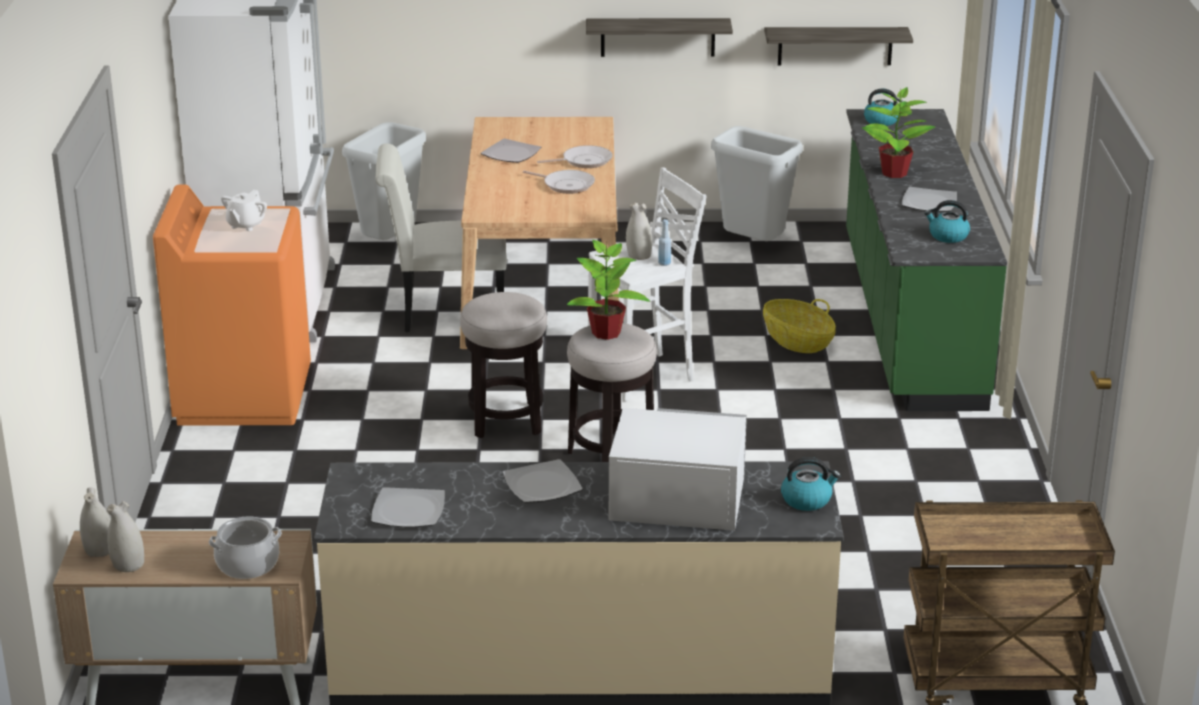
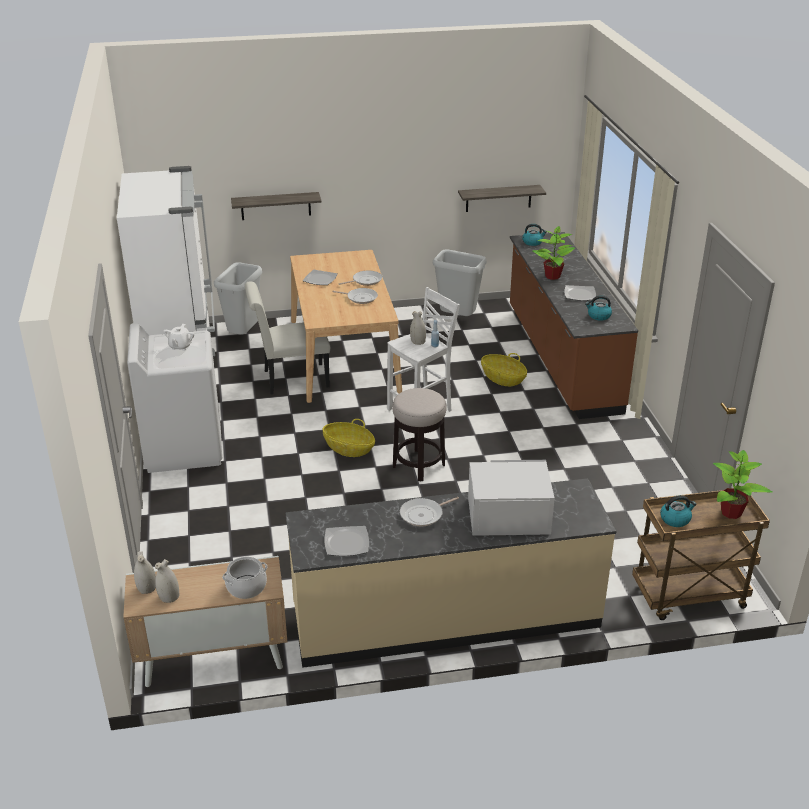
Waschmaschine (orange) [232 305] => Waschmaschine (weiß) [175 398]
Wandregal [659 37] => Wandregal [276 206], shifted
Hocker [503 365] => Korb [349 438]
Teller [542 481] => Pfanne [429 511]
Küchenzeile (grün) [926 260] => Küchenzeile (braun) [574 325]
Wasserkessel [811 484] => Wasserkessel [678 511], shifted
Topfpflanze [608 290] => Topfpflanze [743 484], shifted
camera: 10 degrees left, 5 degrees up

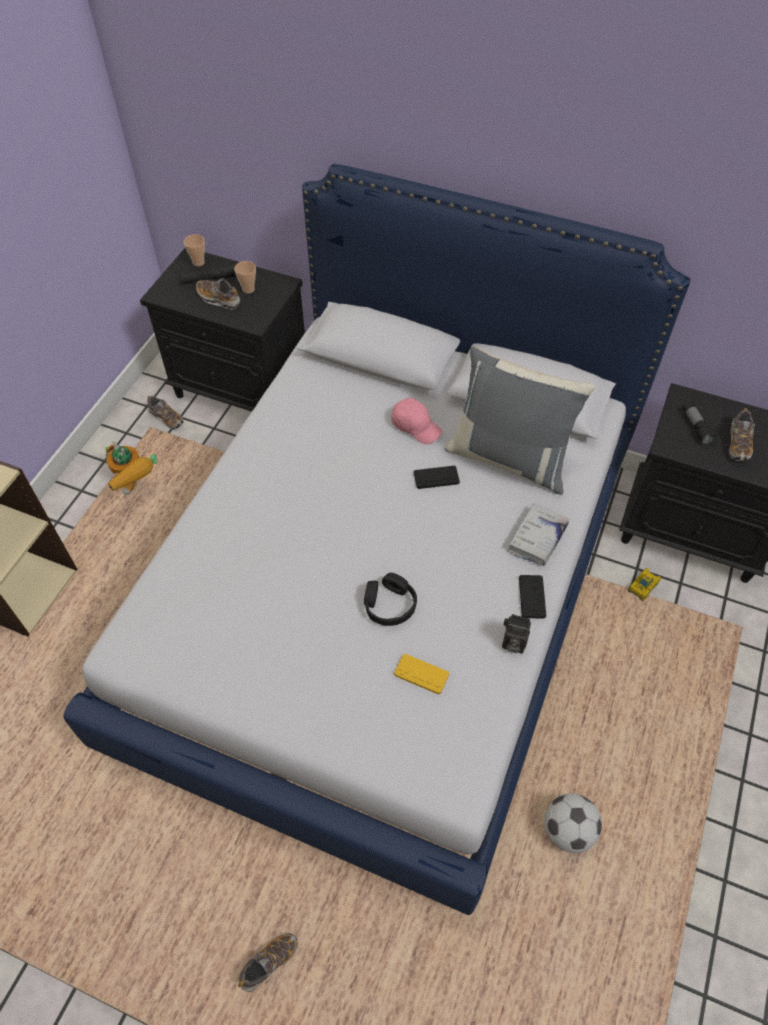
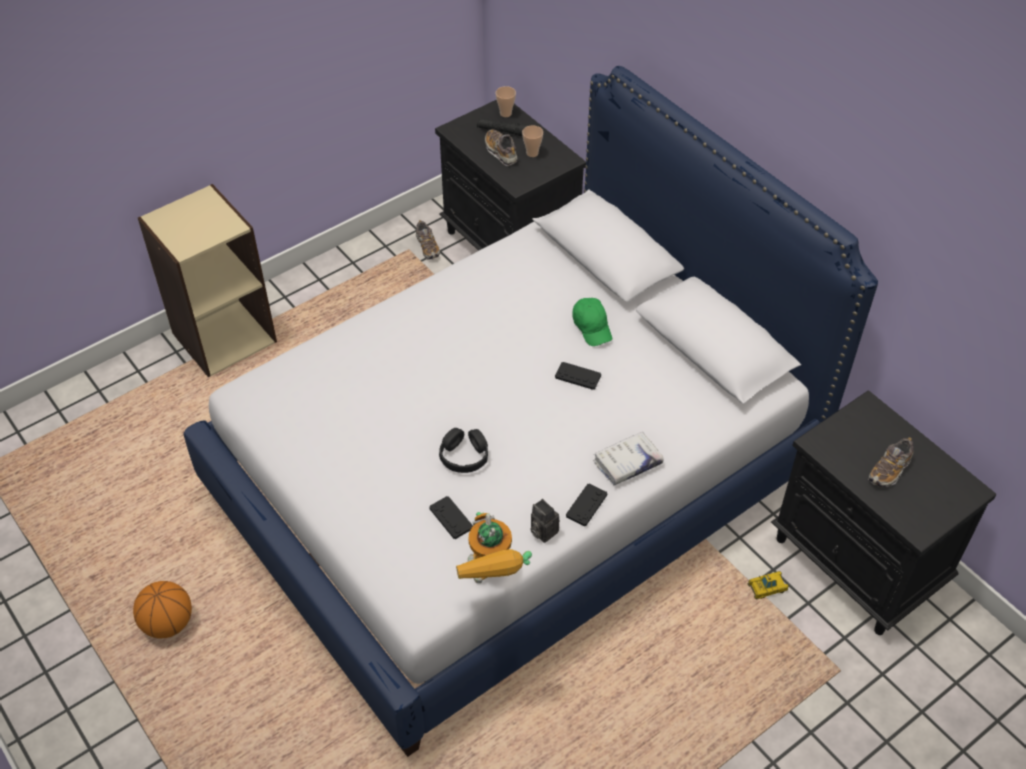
nothing => Basketball [162 609]
Gamepad (gelb) [421 674] => Gamepad (schwarz) [451 517]
Spielzeugroboter [131 468] => Spielzeugroboter [494 547], shifted
Kappe (rosa) [416 421] => Kappe (grün) [592 322]
Schuh [268 962] => nothing
Kissen (grau) [520 420] => nothing
Fußball [573 823] => nothing
Taschenlampe [699 423] => nothing
camera: 30 degrees right, 5 degrees down

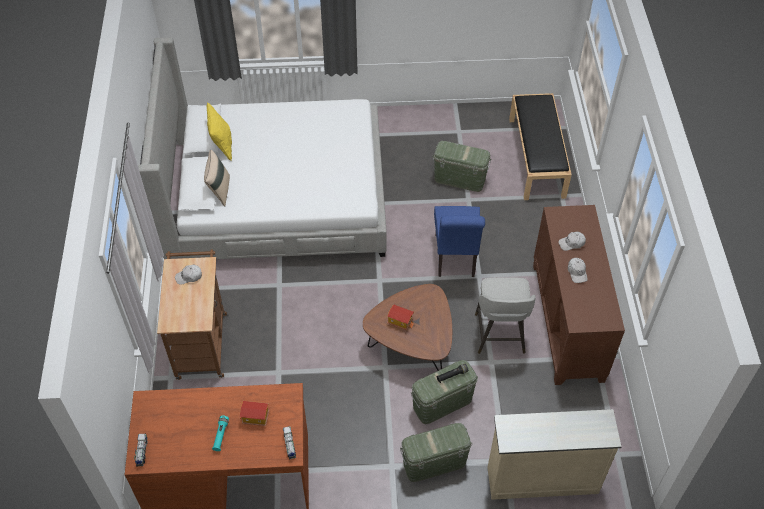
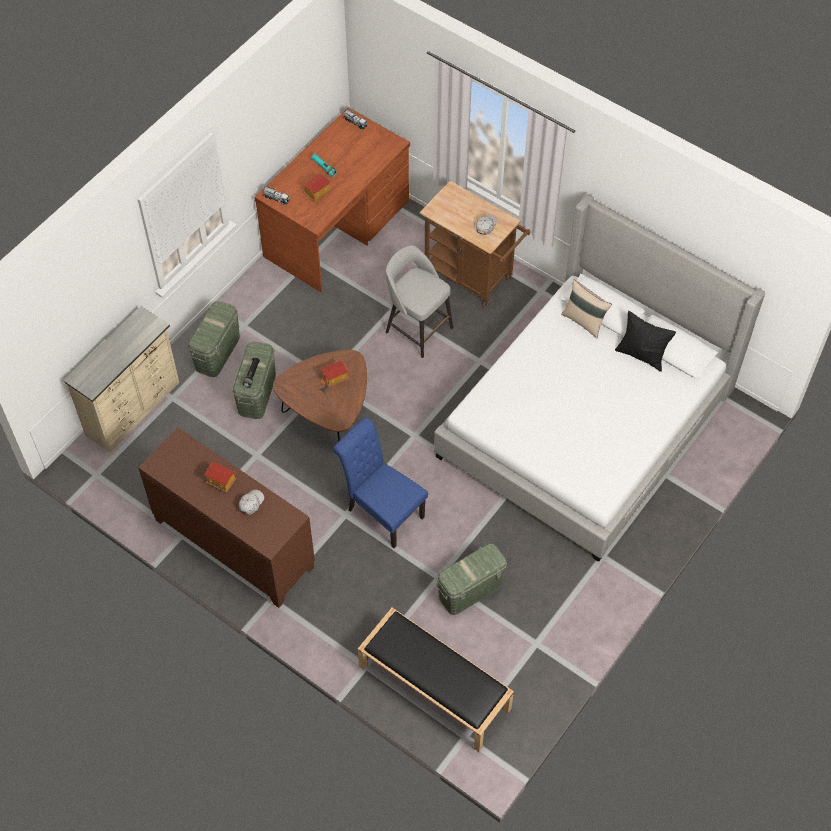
Kappe (weiß) [578 270] => Spielzeughaus [220 477]
Hocker (grau) [505 315] => Hocker (grau) [419 301], shifted
Kissen (gelb) [219 131] => Kissen (schwarz) [645 341]
camera: 130 degrees right, 5 degrees up

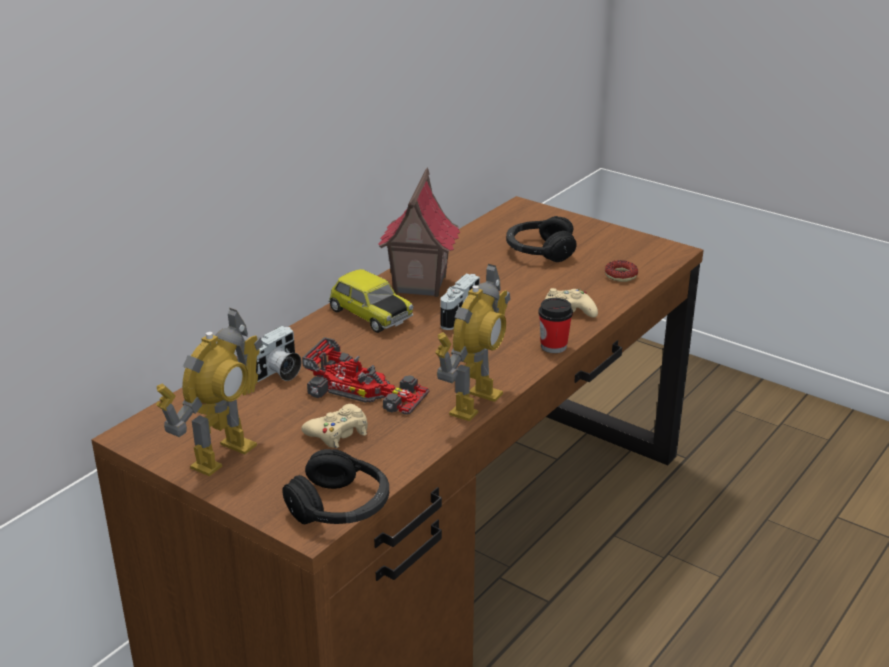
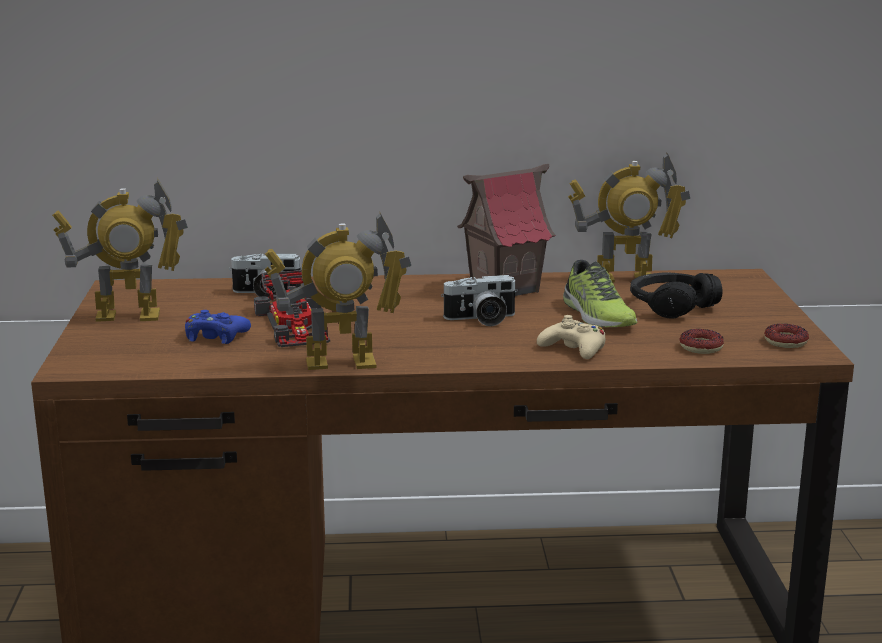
Gamepad (beige) [334 426] => Gamepad (blau) [218 327]
nothing => Schuh [600 293]
nothing => Spielzeugroboter [629 218]
nothing => Donut [786 336]
Kopfhörer (schwarz) [335 487] => nothing
Spielzeugauto [370 301] => nothing
Tasse [555 325] => nothing
camera: 50 degrees right, 10 degrees down

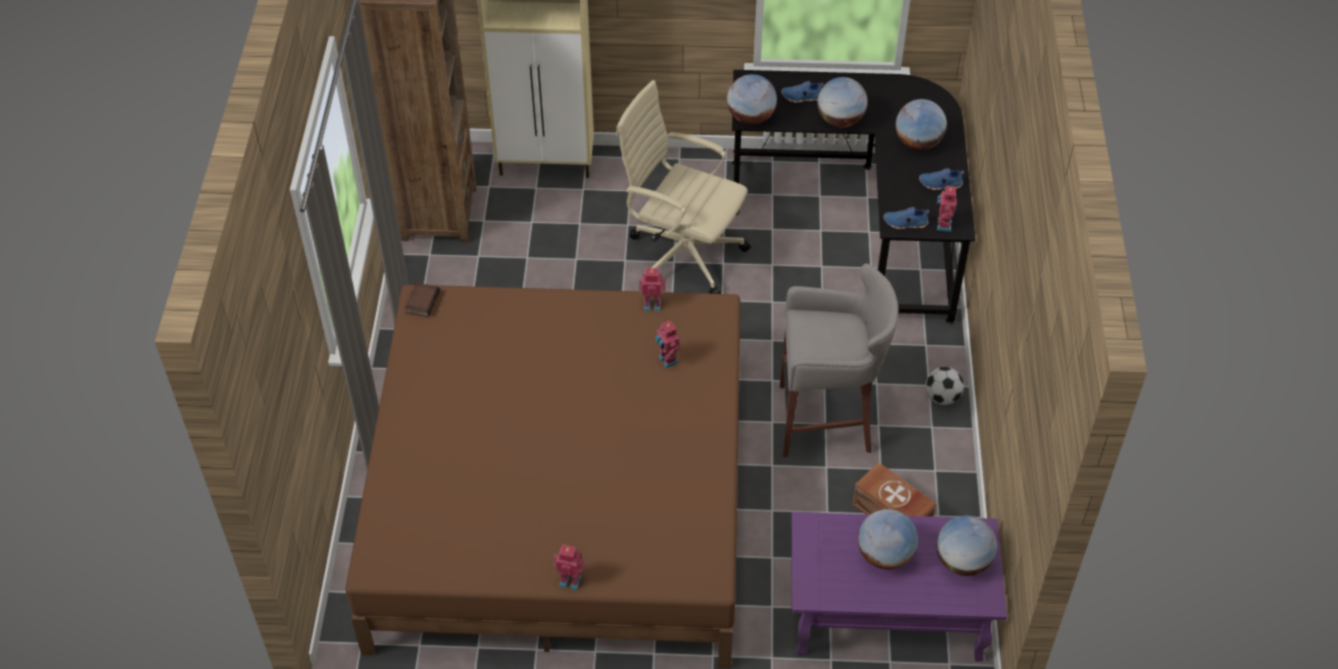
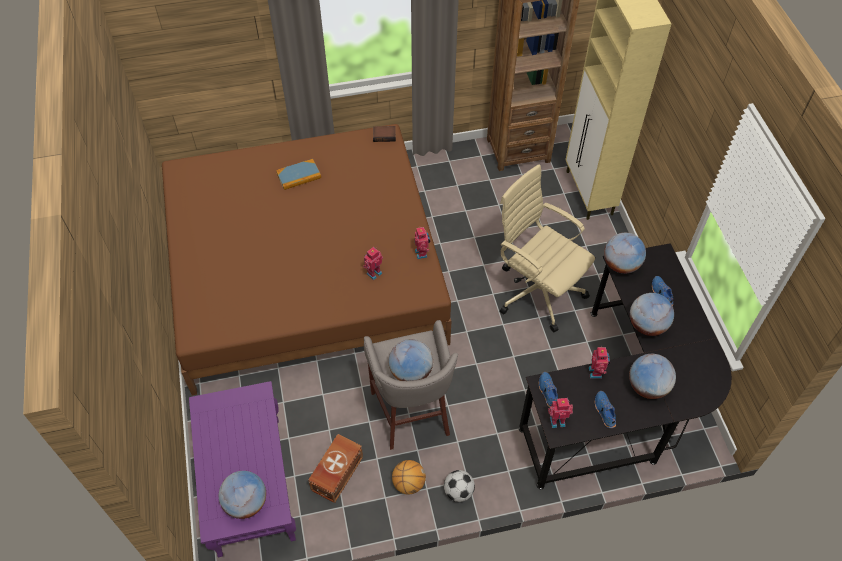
nothing => Buch [298 174]
Globus [888 539] => Globus [411 360], shifted
nothing => Basketball [409 477]
Bürostuhl (beige) [683 187] => Bürostuhl (beige) [547 248], 60 degrees counterclockwise
Spielzeugroboter [569 567] => Spielzeugroboter [599 362], shifted
camera: 75 degrees right, 5 degrees up

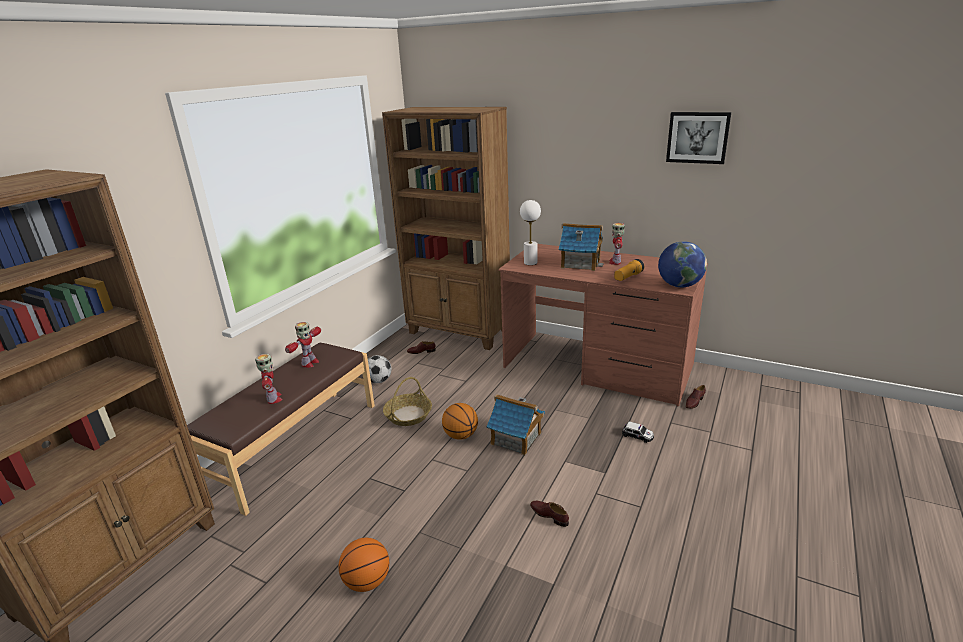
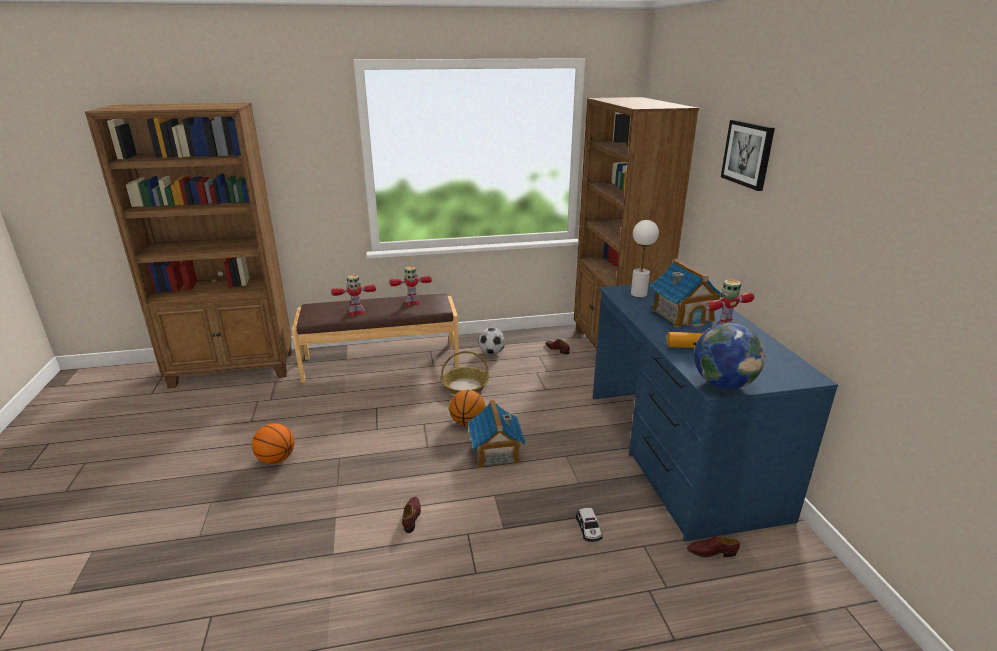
Spielzeugroboter [268 379] => Spielzeugroboter [353 295], 45 degrees clockwise
Schreibtisch (braun) [603 325] => Schreibtisch (blau) [715 412]
Bild [698 138] => Bild [748 155], shifted
camera: 50 degrees right, 0 degrees up

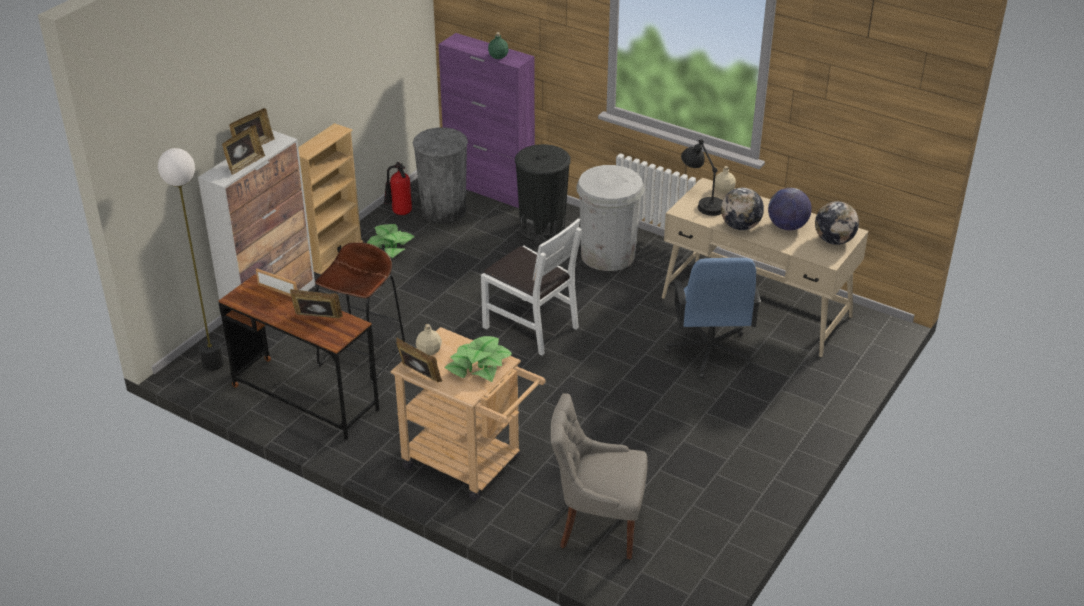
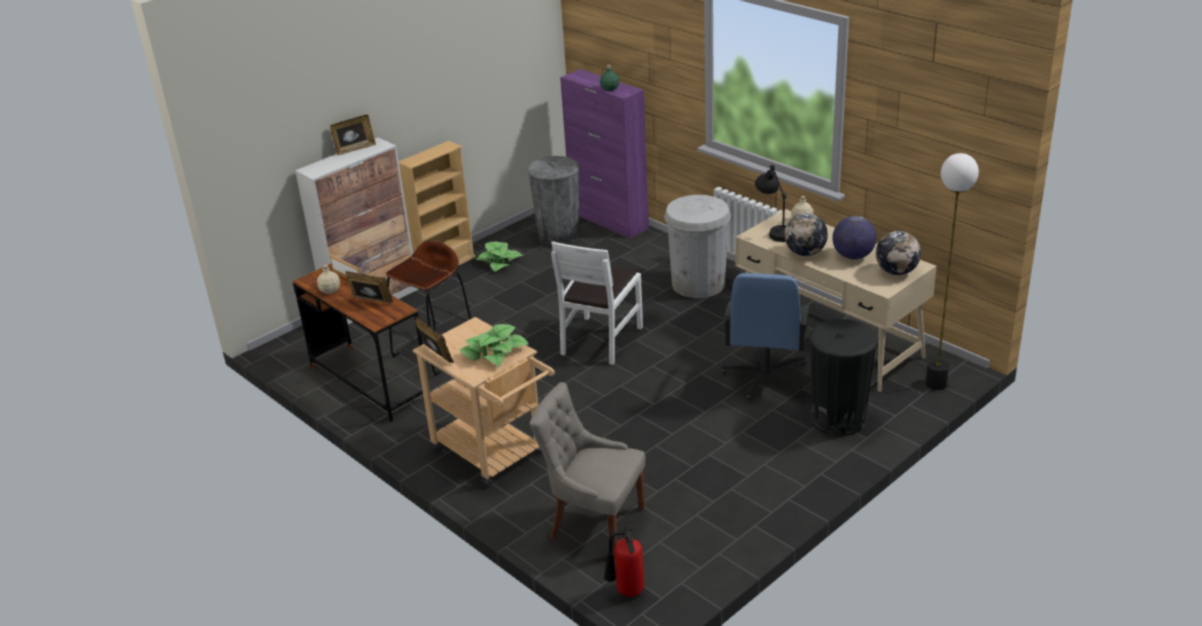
Flasche (beige) [429 339] => Flasche (beige) [328 279], shifted
Stuhl (weiß) [531 287] => Stuhl (weiß) [597 303], 60 degrees clockwise
Feuerlöscher [398 188] => Feuerlöscher [624 561], shifted
Mülleimer (schwarz) [543 193] => Mülleimer (schwarz) [843 377], shifted
Stehlampe [191 259] => Stehlampe [952 271], shifted
Bilderrahmen [243 150] => nothing
camera: 15 degrees right, 5 degrees down

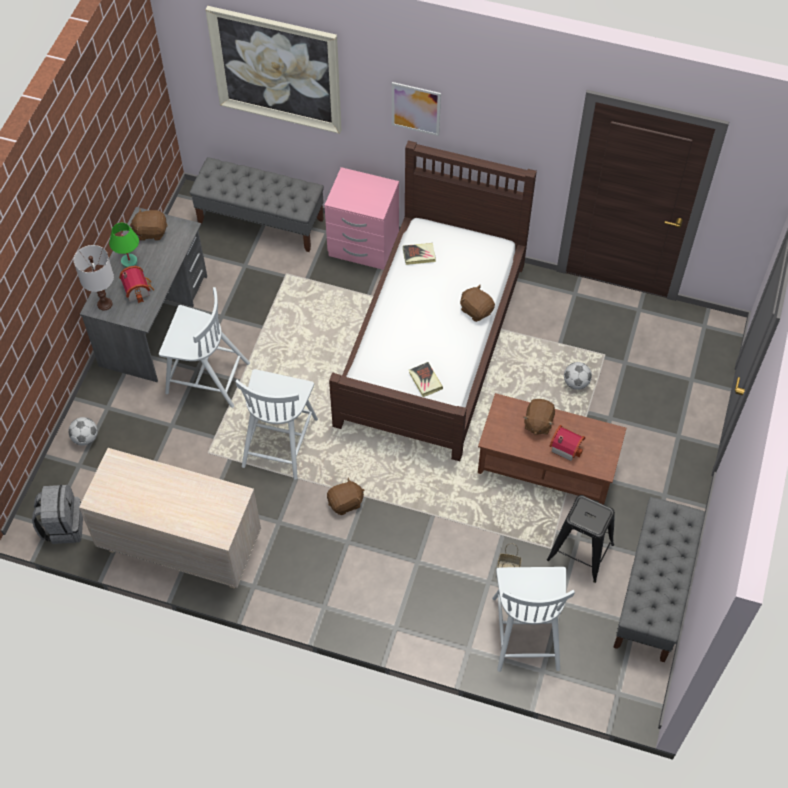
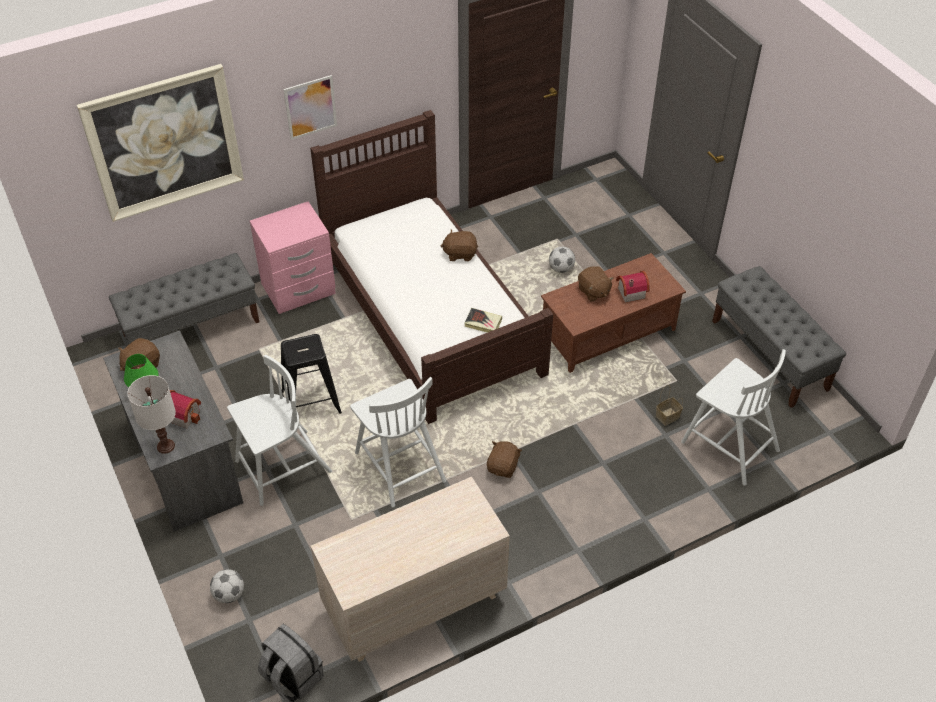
Hocker (schwarz) [581 539] => Hocker (schwarz) [311 374], shifted
Buch [419 254] => nothing
camera: 45 degrees left, 10 degrees down

